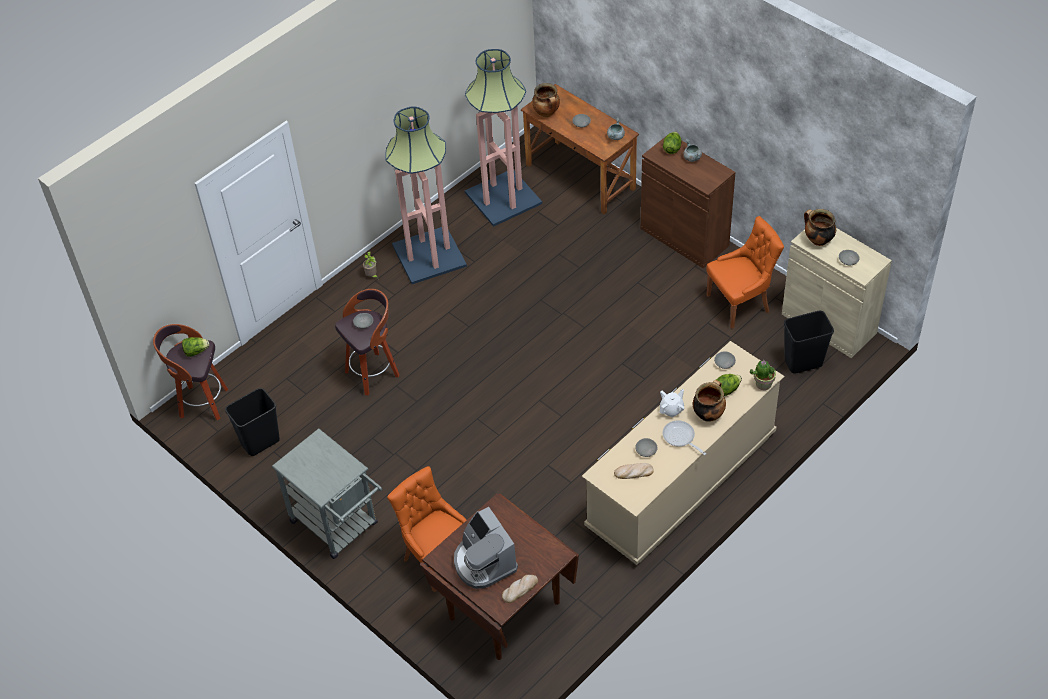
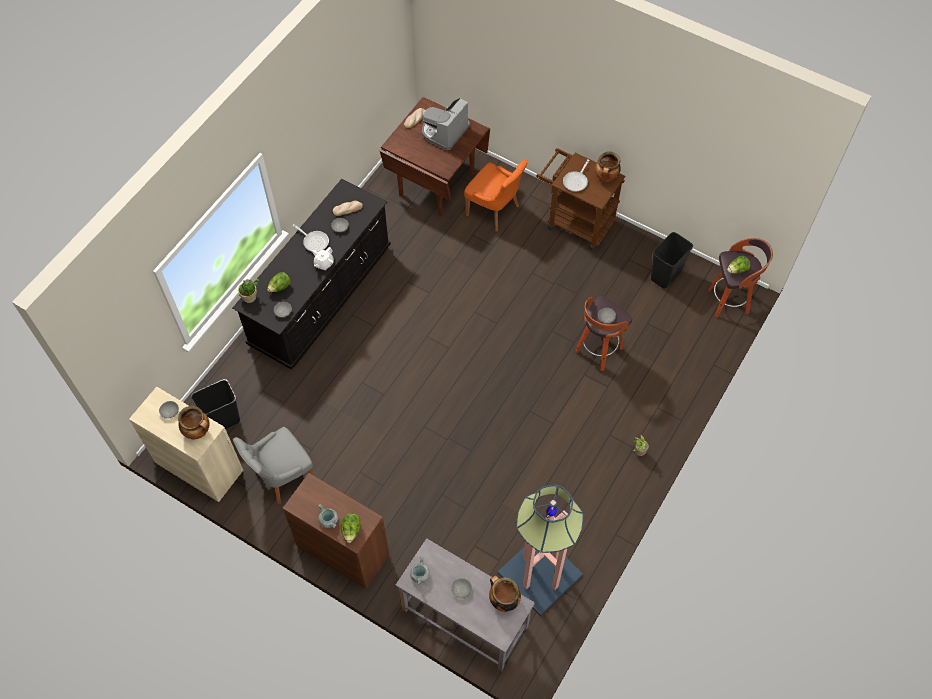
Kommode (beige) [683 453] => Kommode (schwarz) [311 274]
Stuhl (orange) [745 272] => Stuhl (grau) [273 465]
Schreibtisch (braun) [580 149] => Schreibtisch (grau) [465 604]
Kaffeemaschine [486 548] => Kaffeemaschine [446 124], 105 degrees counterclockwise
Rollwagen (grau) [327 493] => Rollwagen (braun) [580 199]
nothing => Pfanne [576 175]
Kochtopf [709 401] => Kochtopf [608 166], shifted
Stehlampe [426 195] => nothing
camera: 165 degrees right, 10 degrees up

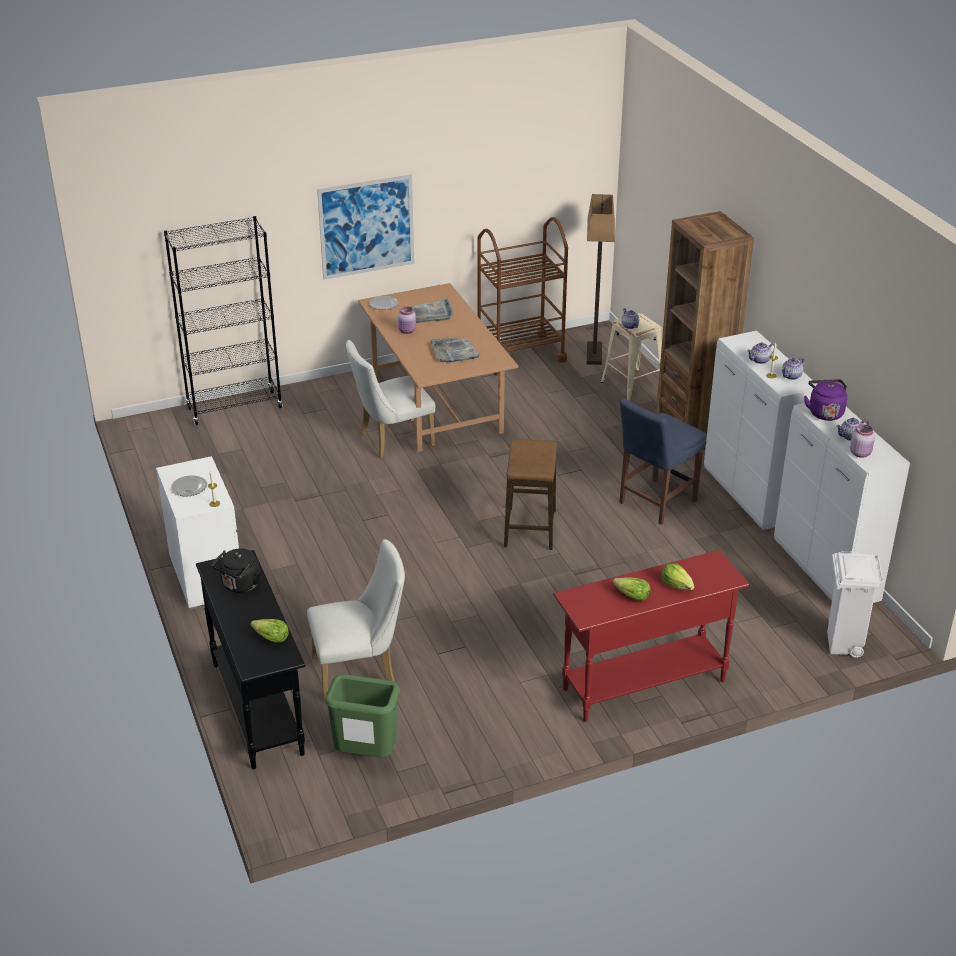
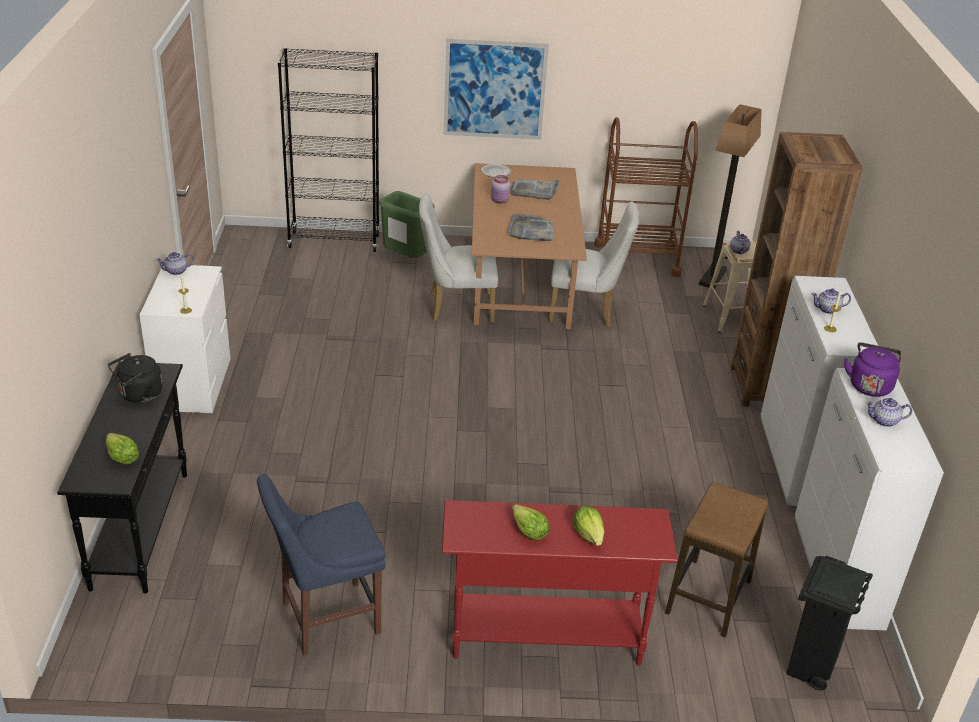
Teekanne [793 368] => Teekanne [175 263], shifted
Stuhl (blau) [662 461] => Stuhl (blau) [321 564], shifted
Mülleimer (grün) [362 715] => Mülleimer (grün) [407 224], shifted
Stuhl (weiß) [356 620] => Stuhl (weiß) [594 264], shifted
Hocker [530 495] => Hocker [716 559], shifted
Mülleimer (weiß) [855 604] => Mülleimer (schwarz) [830 623]
Teller [189 485] => nothing
Vorratsglas (rosa) [862 441] => nothing
camera: 20 degrees right, 0 degrees up

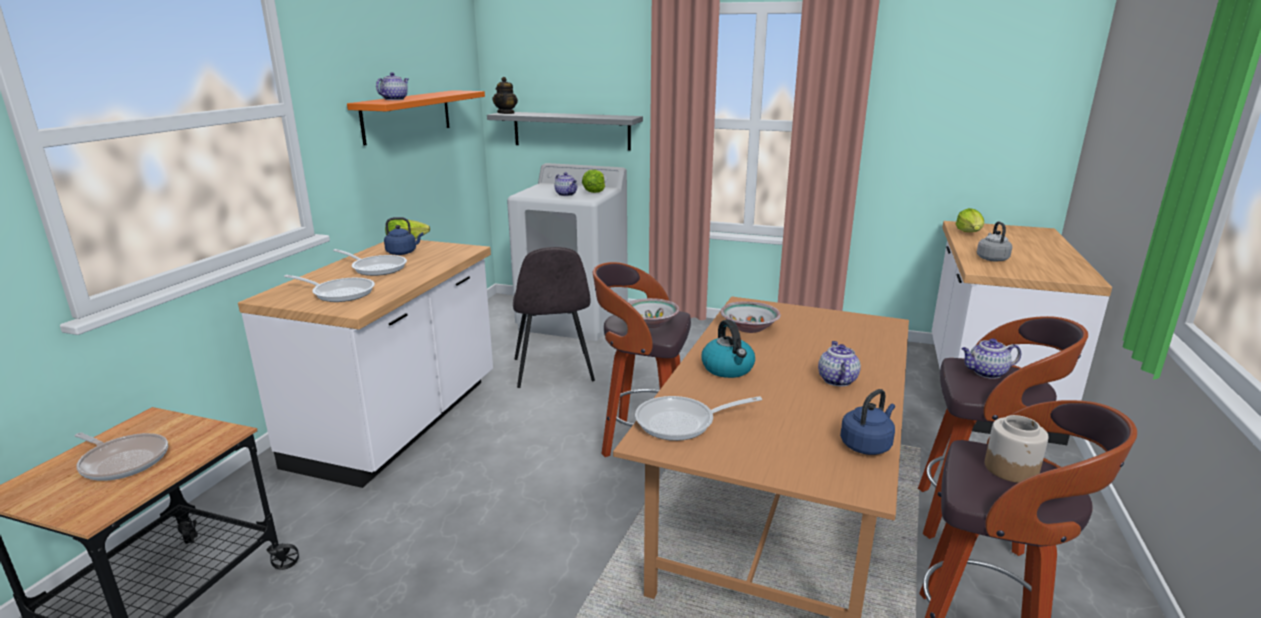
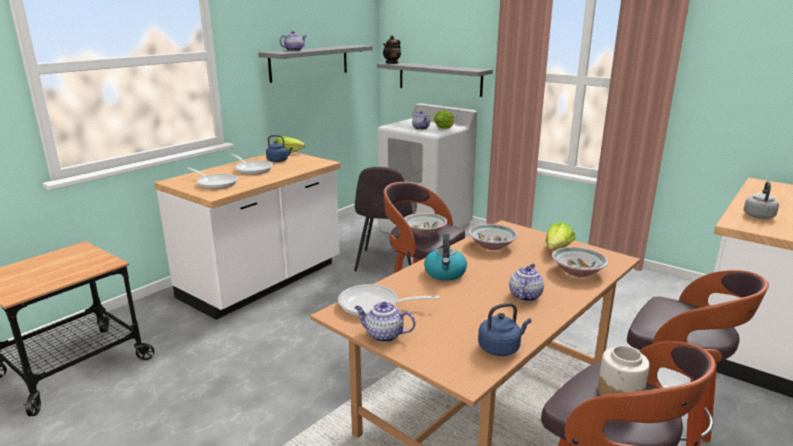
Wandregal (orange) [416 118] => Wandregal (grau) [315 64]
Teekanne [991 358] => Teekanne [384 322], shifted
Salatkopf [970 220] => Salatkopf [560 236], shifted
nothing => Schüssel [580 262]
Pfanne [121 456] => nothing
camera: 20 degrees right, 0 degrees up

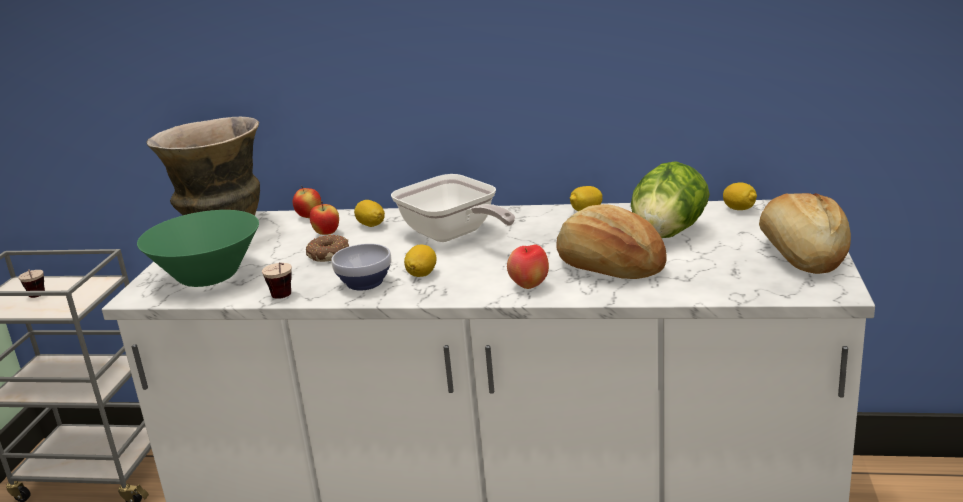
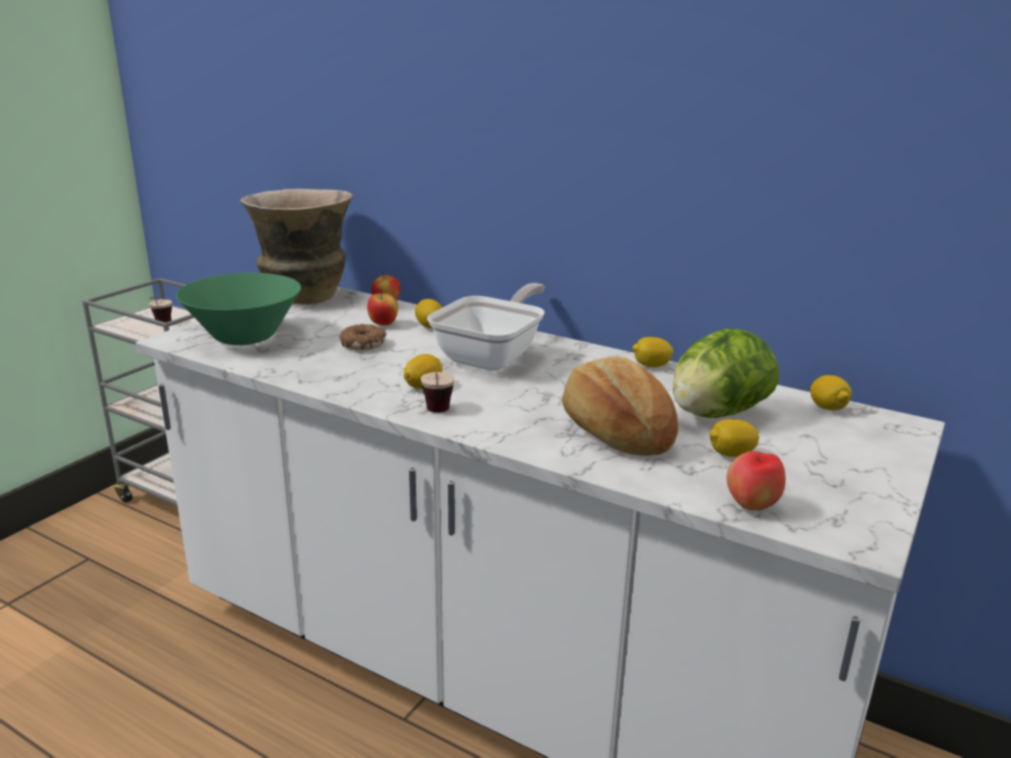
Tasse [277 280] => Tasse [438 392], shifted
Pfanne [453 208] => Pfanne [486 327], 135 degrees counterclockwise
nothing => Zitrone [734 438]
Apfel [528 266] => Apfel [756 480], shifted
Schüssel [361 267] => nothing
Brot [805 233] => nothing
camera: 20 degrees right, 0 degrees up

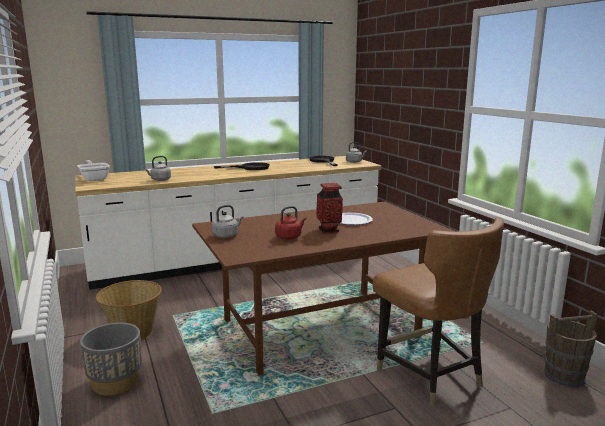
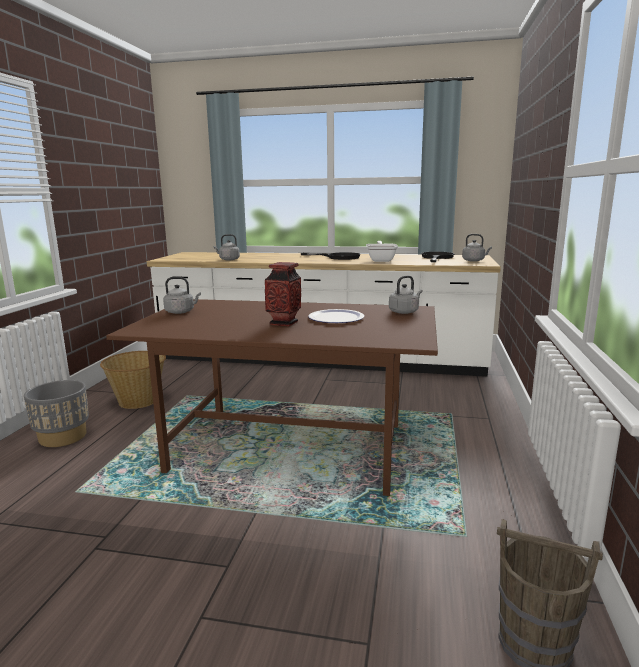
Pfanne [93 170] => Pfanne [382 251], shifted
nothing => Wasserkessel (grau) [406 295]
Wasserkessel (rot) [290 222] => nothing
Stuhl (braun) [438 312] => nothing
camera: 35 degrees right, 0 degrees up

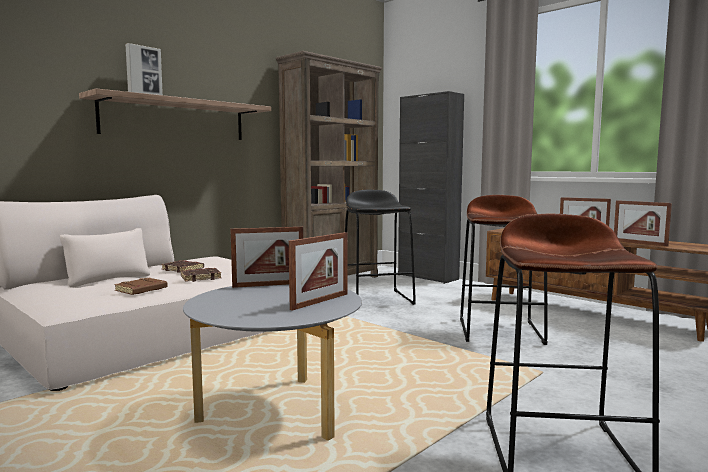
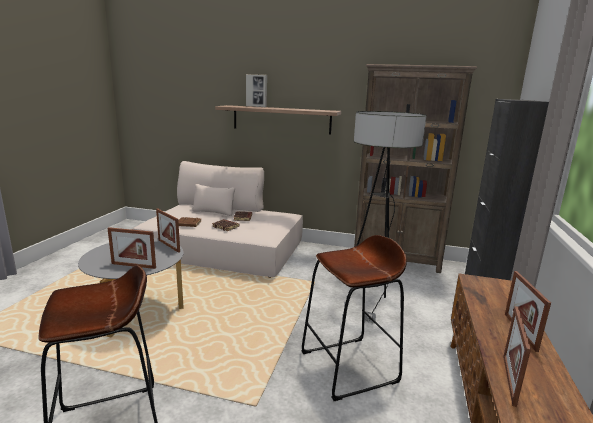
Hocker (schwarz) [380 247] => Stehlampe [390 217]
camera: 60 degrees right, 10 degrees up

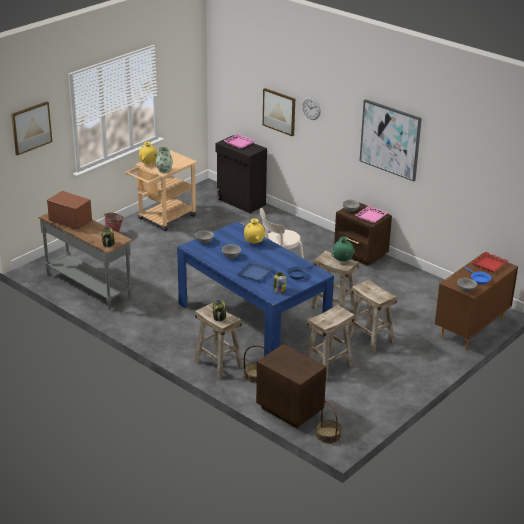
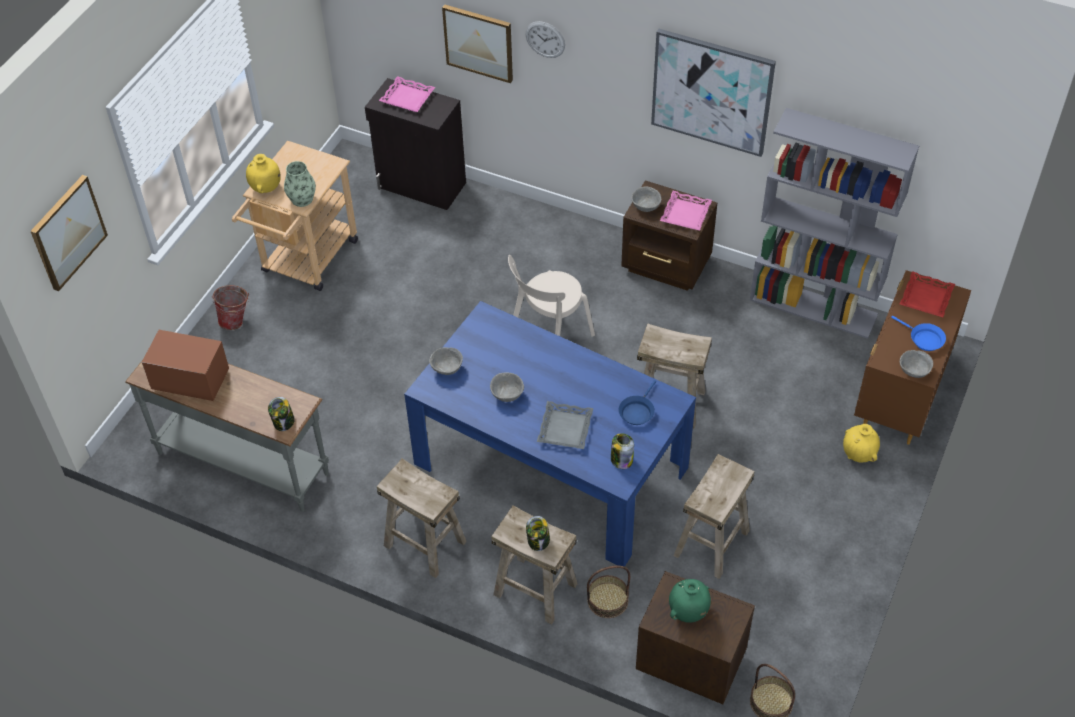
Hocker (beige) [373 316] => Hocker (beige) [422 518], shifted
Tablett (blau) [255 271] => Tablett (grau) [565 425]
Vase (grün) [343 249] => Vase (grün) [690 601], shifted
nothing => Bücherregal (grau) [834 223]
Vase (gelb) [254 231] => Vase (gelb) [861 443], shifted
camera: 15 degrees left, 20 degrees up

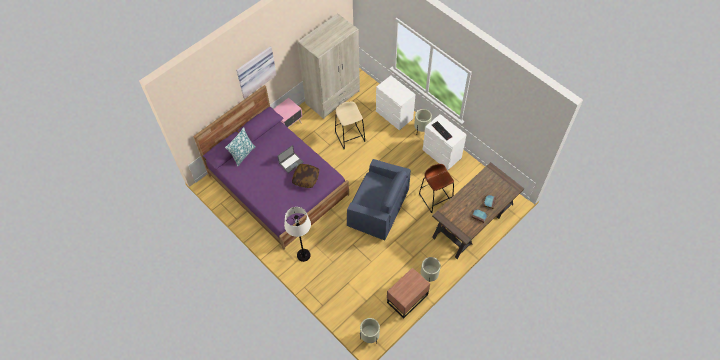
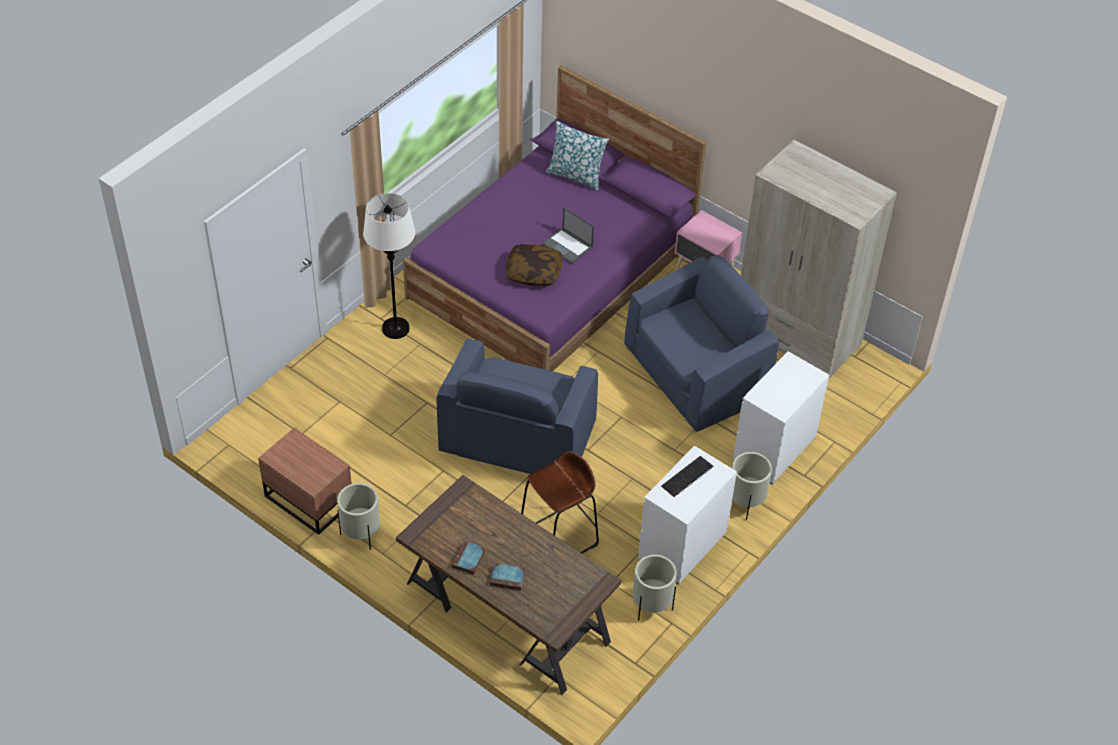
Hocker (beige) [350 125] => Sessel (blau) [701 343]
Pflanzkübel (beige) [370 331] => Pflanzkübel (beige) [654 588], shifted
Bild [256 72] => nothing
camera: 80 degrees right, 10 degrees down

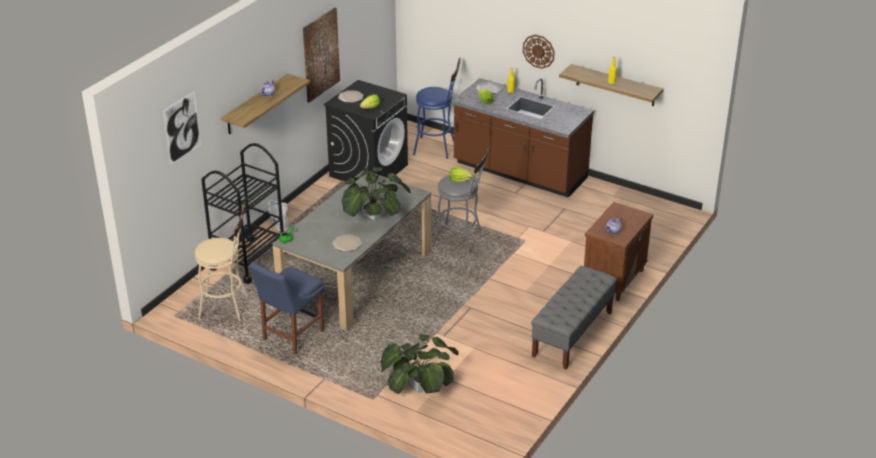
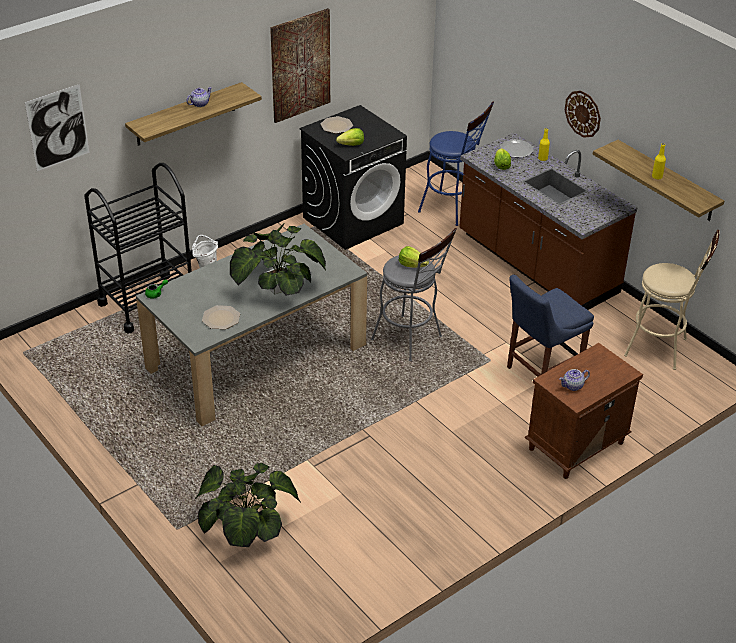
Stuhl (blau) [287 308] => Stuhl (blau) [550 325], shifted
Hocker (beige) [221 262] => Hocker (beige) [672 300], shifted
Bank (grau) [574 318] => nothing
camera: 20 degrees right, 5 degrees up

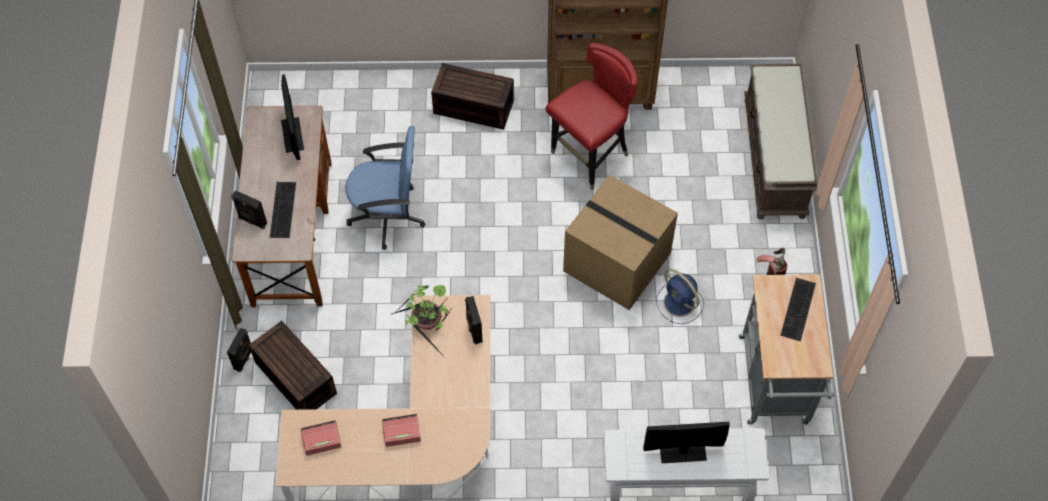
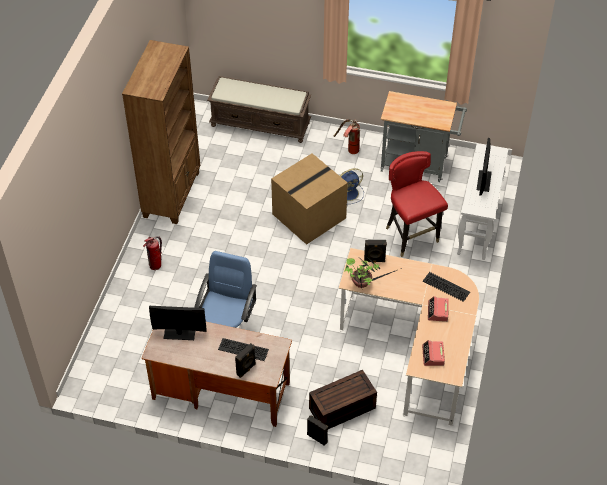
Aufbewahrungsbox (braun) [472 96] => Feuerlöscher [152 253]
Stuhl (rot) [592 116] => Stuhl (rot) [417 204], shifted
Tastatur [798 309] => Tastatur [446 287], shifted
camera: 75 degrees left, 10 degrees down

